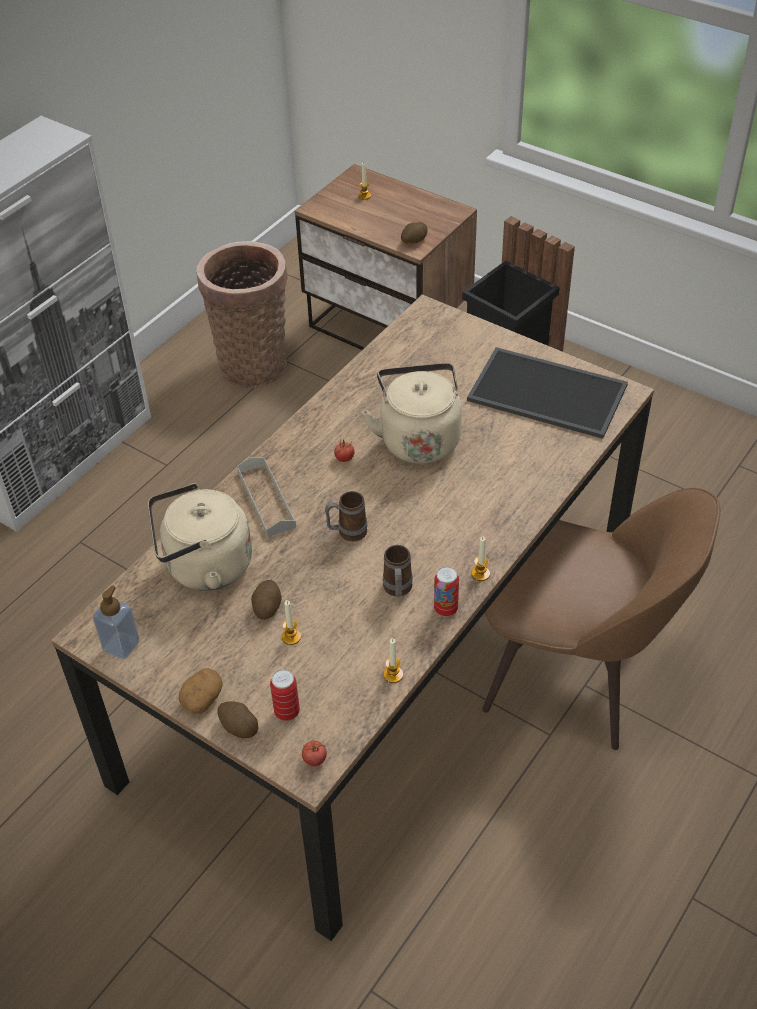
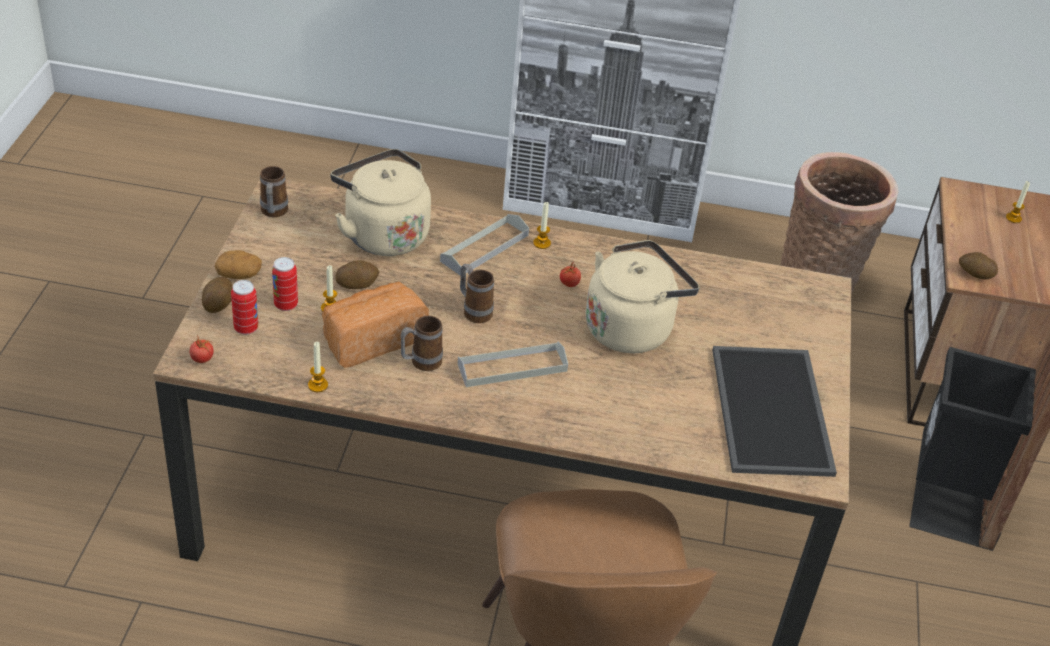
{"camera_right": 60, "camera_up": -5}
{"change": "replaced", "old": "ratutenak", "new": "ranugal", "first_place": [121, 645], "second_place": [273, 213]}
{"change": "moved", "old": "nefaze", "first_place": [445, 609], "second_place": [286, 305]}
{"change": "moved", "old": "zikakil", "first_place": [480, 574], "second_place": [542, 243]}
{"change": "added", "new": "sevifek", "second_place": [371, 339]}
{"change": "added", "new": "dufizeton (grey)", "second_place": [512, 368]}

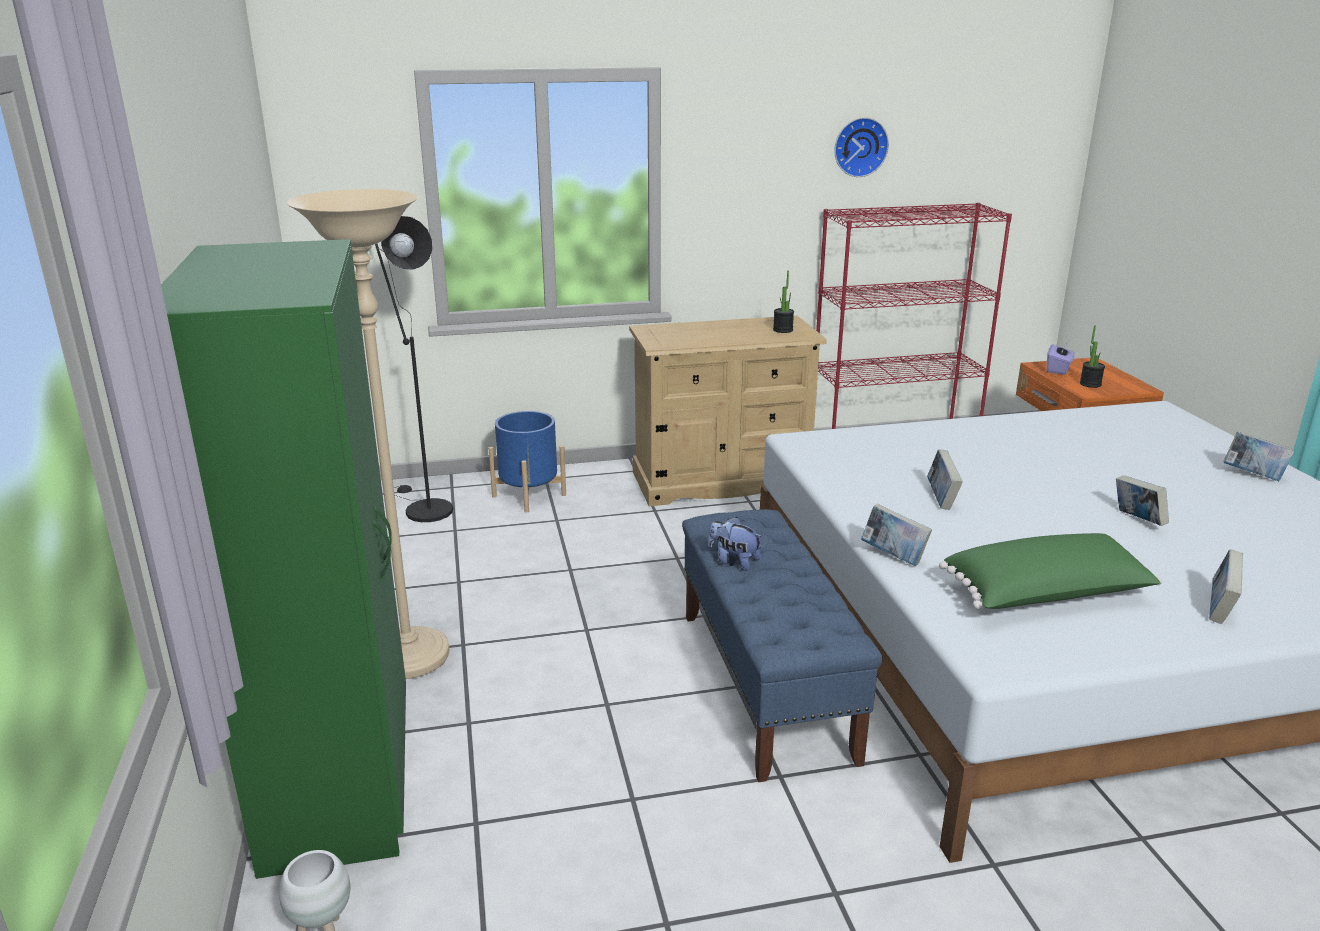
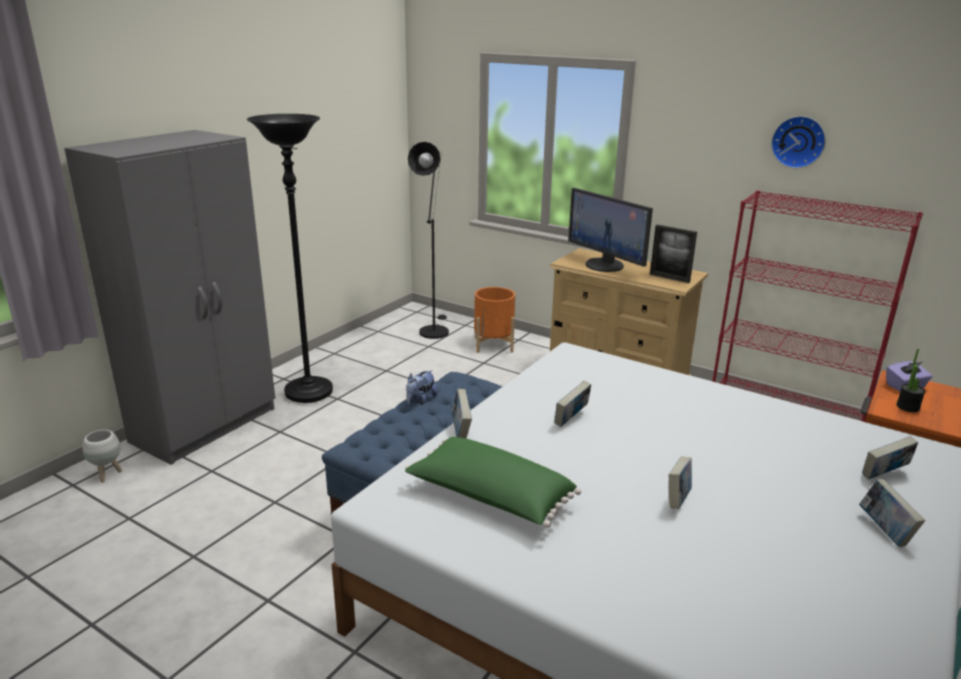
{"camera_right": 45, "camera_up": 0}
{"change": "recoloured", "old": "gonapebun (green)", "new": "gonapebun (grey)", "first_place": [342, 778], "second_place": [206, 425]}
{"change": "recoloured", "old": "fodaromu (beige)", "new": "fodaromu (black)", "first_place": [409, 657], "second_place": [309, 392]}
{"change": "recoloured", "old": "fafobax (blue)", "new": "fafobax (orange)", "first_place": [529, 495], "second_place": [493, 344]}
{"change": "turned", "old": "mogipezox", "first_place": [733, 561], "second_place": [420, 400], "degrees": -135}
{"change": "replaced", "old": "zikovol", "new": "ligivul", "first_place": [783, 330], "second_place": [669, 278]}
{"change": "moved", "old": "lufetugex", "first_place": [1219, 609], "second_place": [884, 475]}
{"change": "added", "new": "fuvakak", "second_place": [605, 265]}

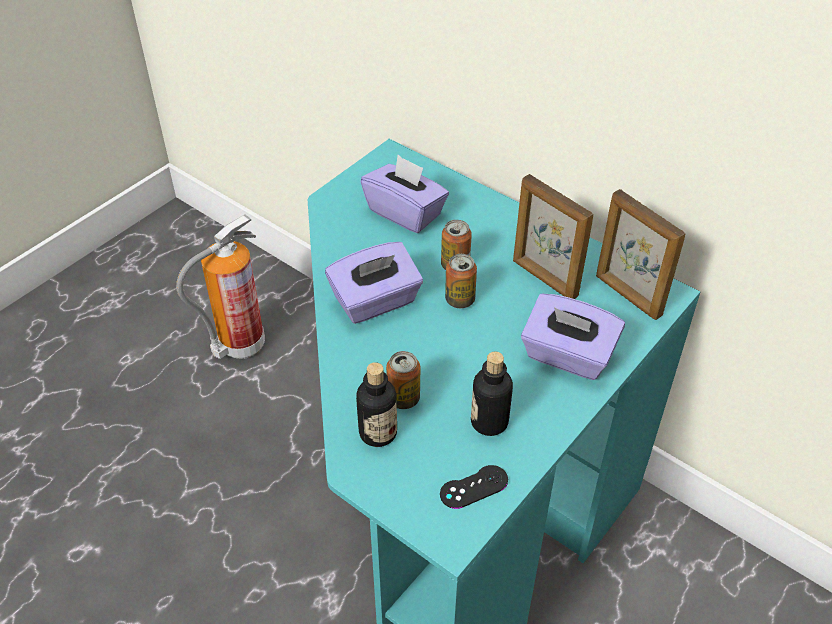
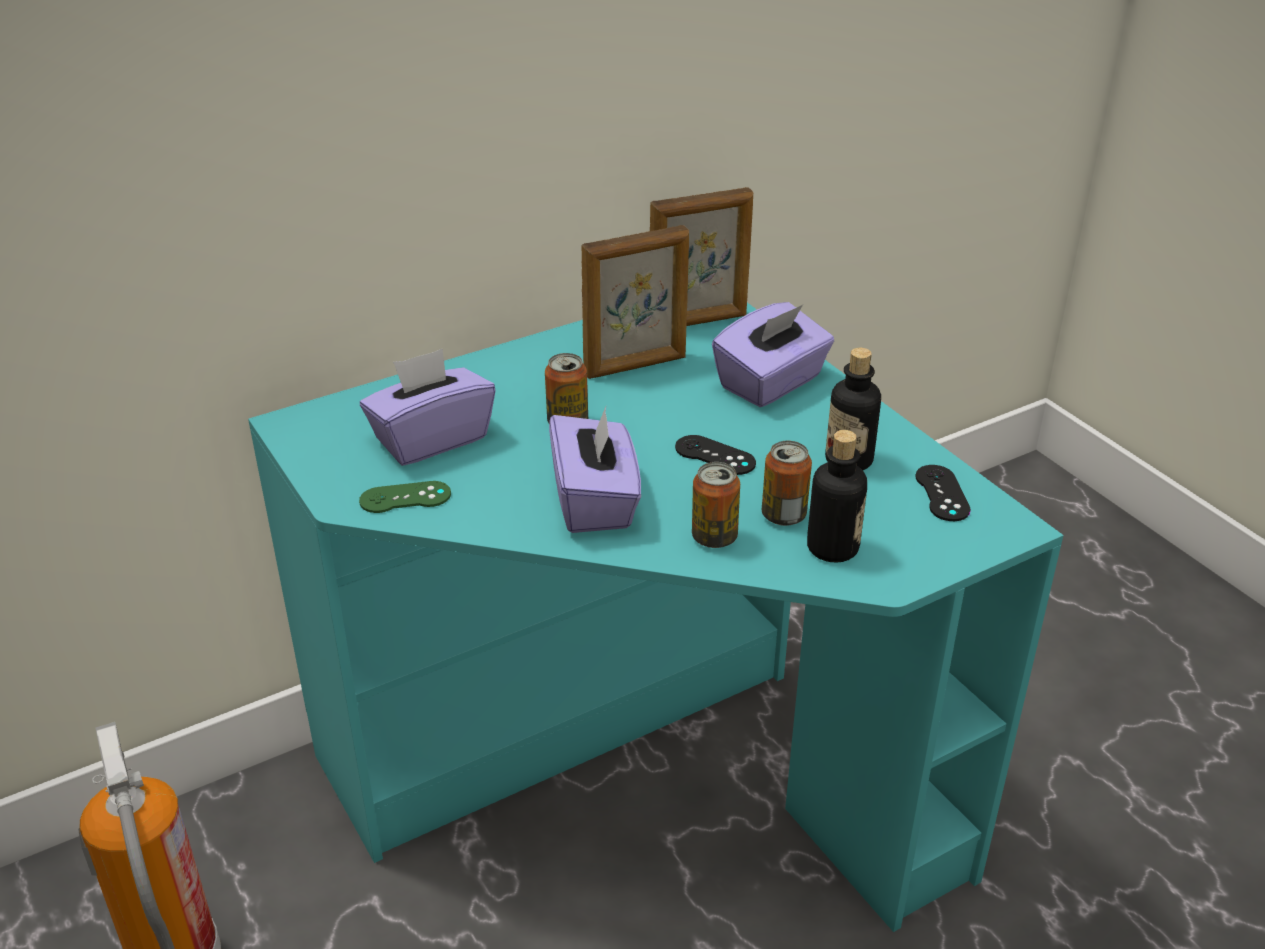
{"camera_right": -70, "camera_up": -10}
{"change": "moved", "old": "nefaze", "first_place": [460, 300], "second_place": [714, 537]}
{"change": "added", "new": "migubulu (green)", "second_place": [405, 498]}
{"change": "added", "new": "migubulu (black)", "second_place": [715, 455]}

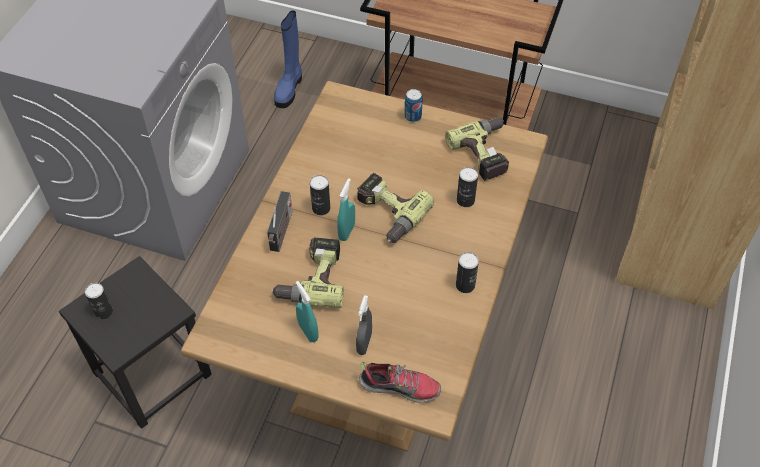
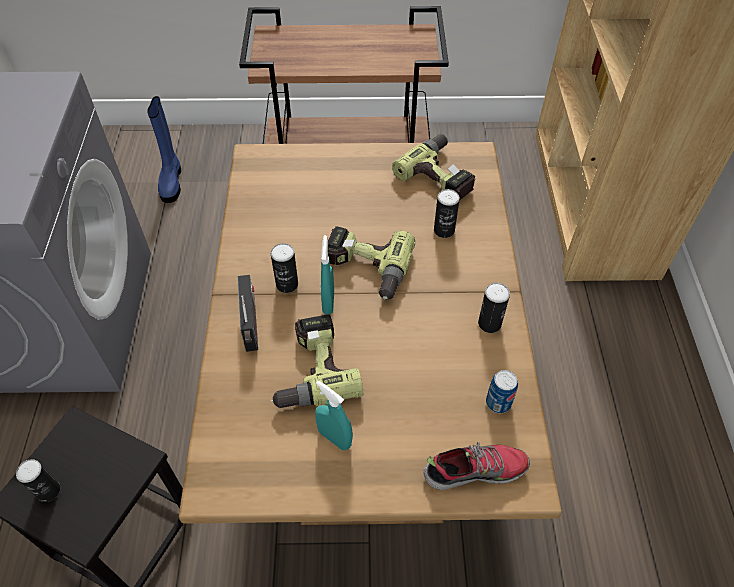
{"camera_right": -20, "camera_up": 0}
{"change": "removed", "old": "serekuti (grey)", "first_place": [364, 343]}
{"change": "moved", "old": "nefaze", "first_place": [413, 116], "second_place": [498, 402]}

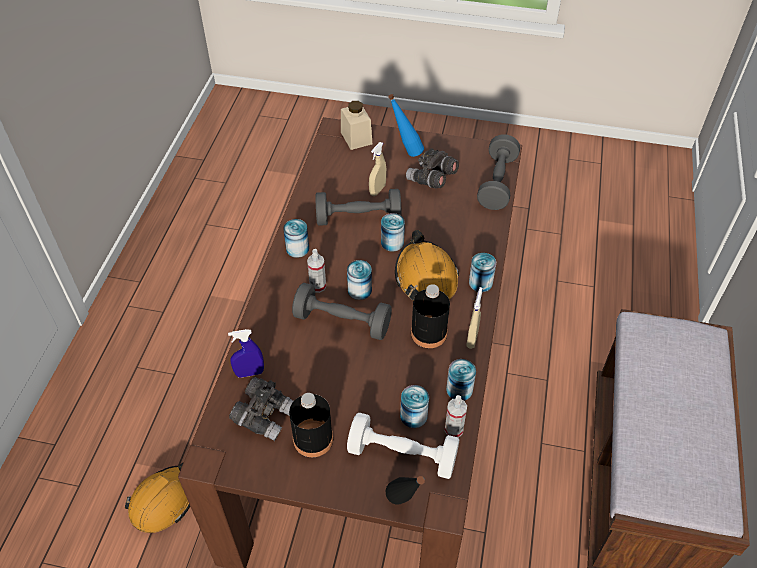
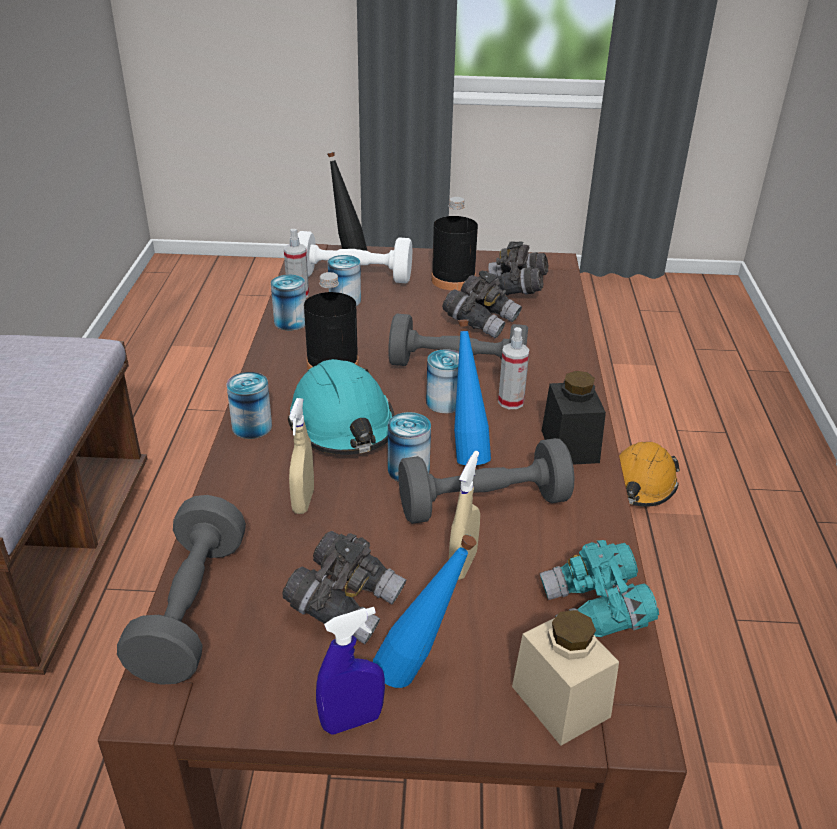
{"camera_right": 170, "camera_up": -15}
{"change": "moved", "old": "serekuti (blue)", "first_place": [249, 373], "second_place": [352, 721]}
{"change": "replaced", "old": "nefaze", "new": "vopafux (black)", "first_place": [297, 248], "second_place": [569, 446]}
{"change": "recoloured", "old": "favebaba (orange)", "new": "favebaba (turquoise)", "first_place": [425, 277], "second_place": [343, 426]}
{"change": "moved", "old": "serekuti (beige)", "first_place": [472, 339], "second_place": [303, 501]}
{"change": "added", "new": "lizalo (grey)", "second_place": [481, 321]}
{"change": "added", "new": "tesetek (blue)", "second_place": [467, 452]}
{"change": "added", "new": "lizalo (turquoise)", "second_place": [595, 612]}

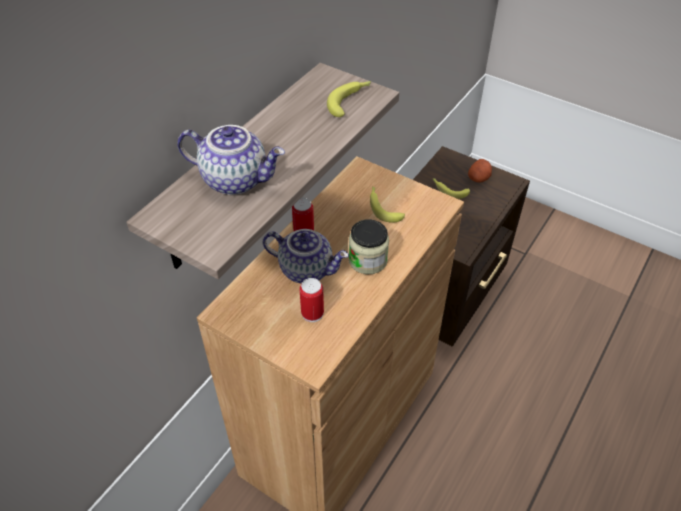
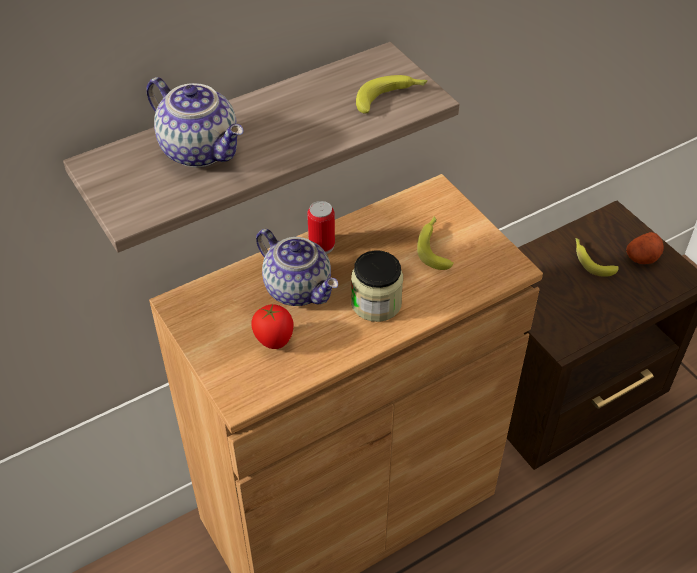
{"camera_right": 25, "camera_up": 0}
{"change": "replaced", "old": "nefaze", "new": "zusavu", "first_place": [312, 313], "second_place": [274, 341]}

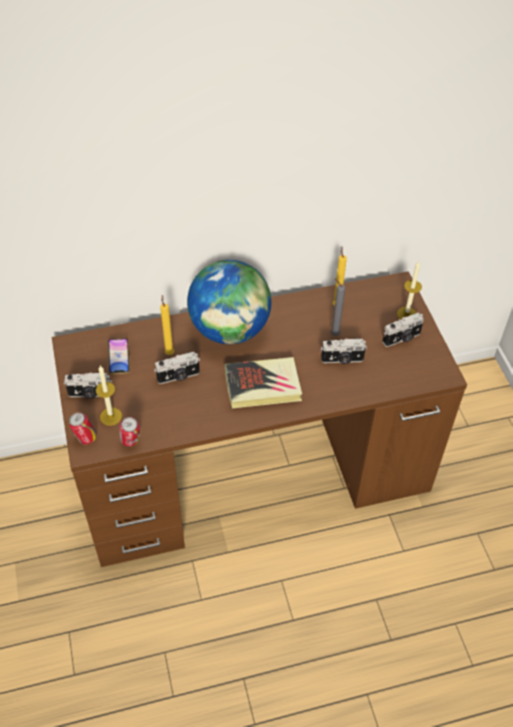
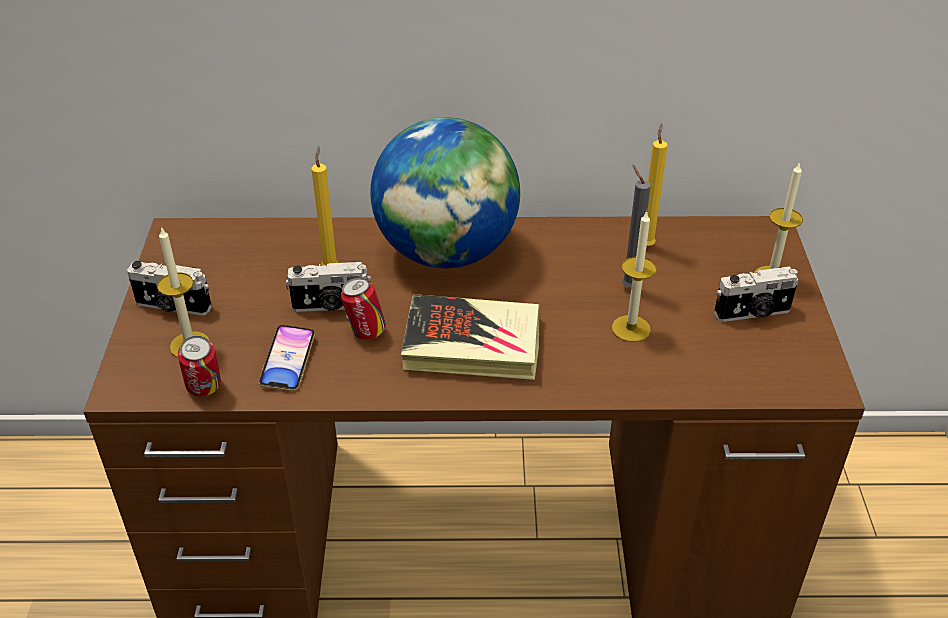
{"camera_right": 15, "camera_up": -10}
{"change": "moved", "old": "nefaze", "first_place": [85, 438], "second_place": [365, 332]}
{"change": "moved", "old": "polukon", "first_place": [119, 358], "second_place": [288, 362]}
{"change": "replaced", "old": "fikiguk", "new": "zikakil", "first_place": [342, 360], "second_place": [631, 328]}

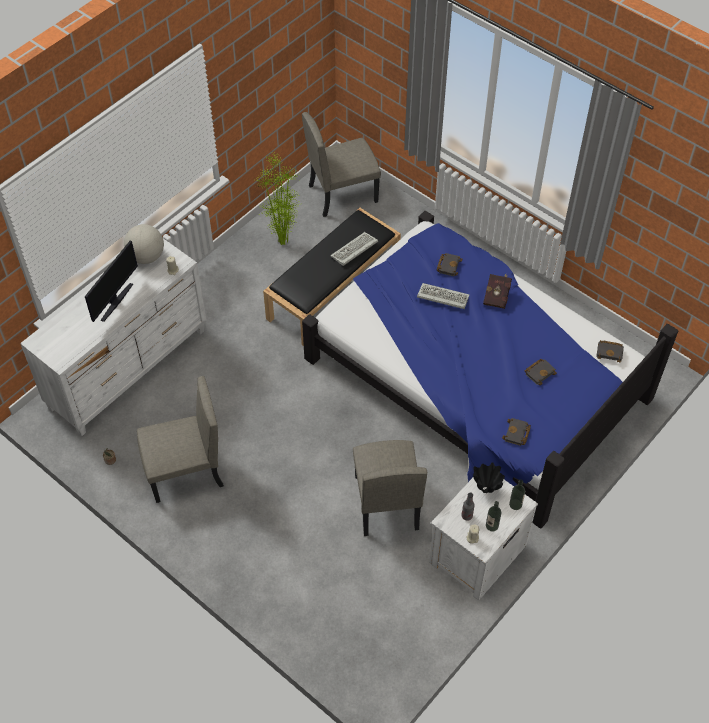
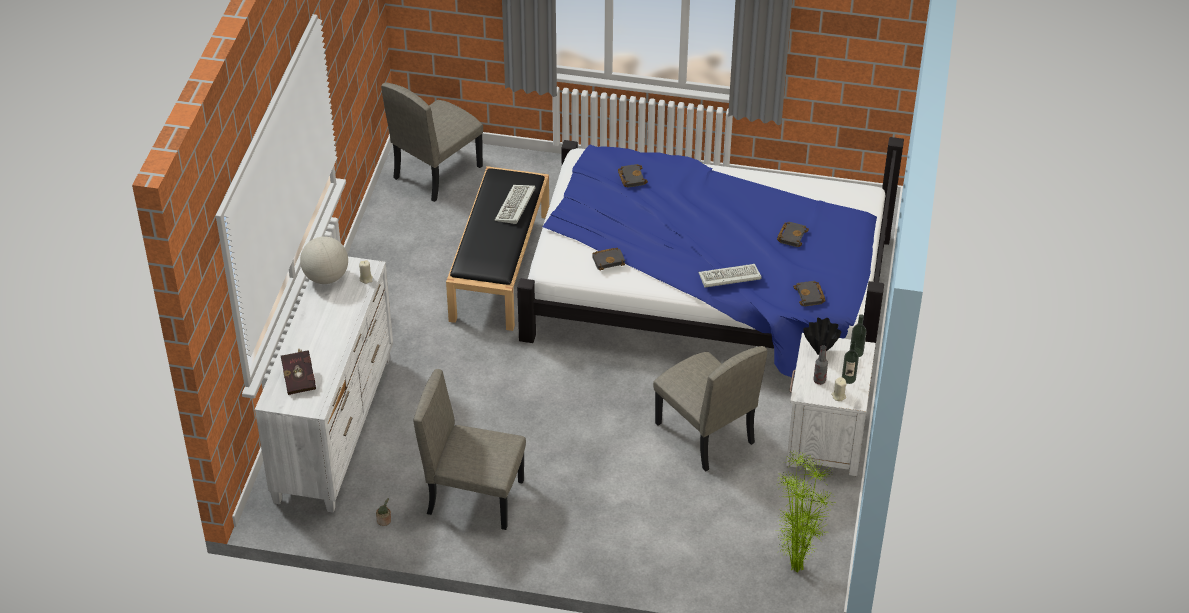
{"camera_right": -30, "camera_up": -10}
{"change": "removed", "old": "fuvakak", "first_place": [115, 301]}
{"change": "turned", "old": "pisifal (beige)", "first_place": [185, 472], "second_place": [475, 496], "degrees": -120}
{"change": "moved", "old": "zikovol", "first_place": [282, 241], "second_place": [794, 567]}
{"change": "moved", "old": "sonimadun", "first_place": [441, 297], "second_place": [728, 278]}
{"change": "moved", "old": "lufetugex (red)", "first_place": [497, 295], "second_place": [299, 379]}
{"change": "moved", "old": "lufetugex (black)", "first_place": [610, 352], "second_place": [609, 260]}

